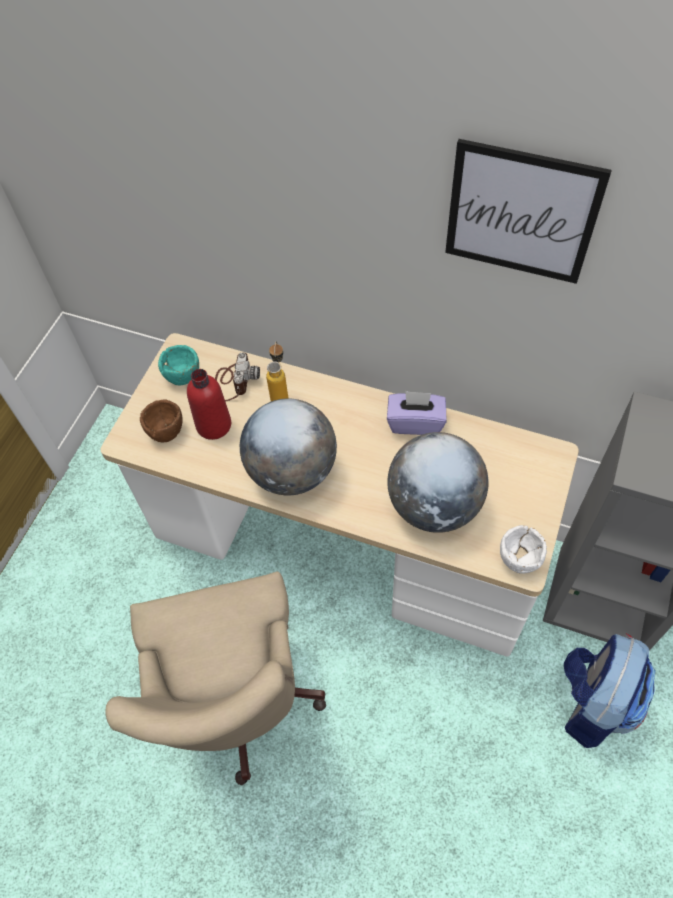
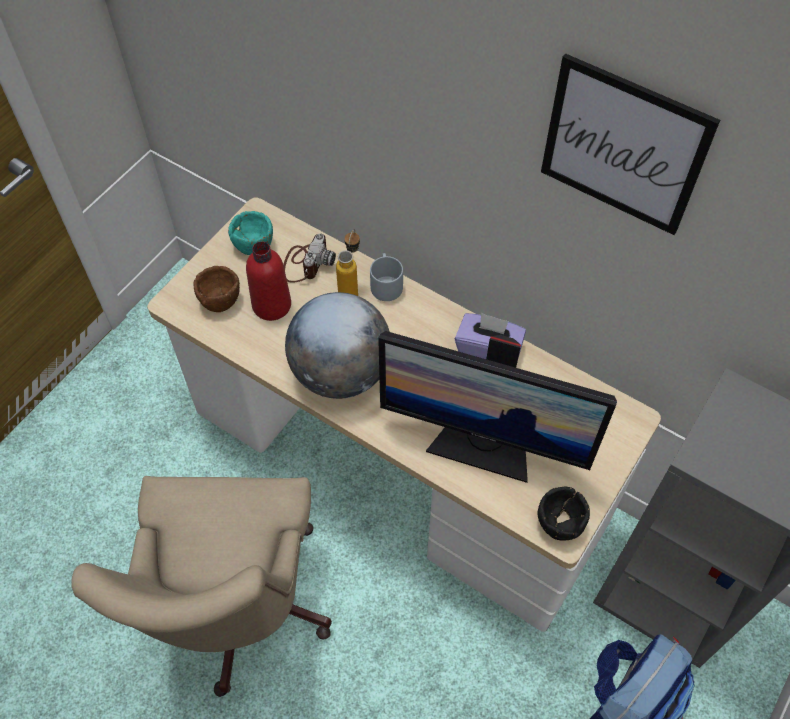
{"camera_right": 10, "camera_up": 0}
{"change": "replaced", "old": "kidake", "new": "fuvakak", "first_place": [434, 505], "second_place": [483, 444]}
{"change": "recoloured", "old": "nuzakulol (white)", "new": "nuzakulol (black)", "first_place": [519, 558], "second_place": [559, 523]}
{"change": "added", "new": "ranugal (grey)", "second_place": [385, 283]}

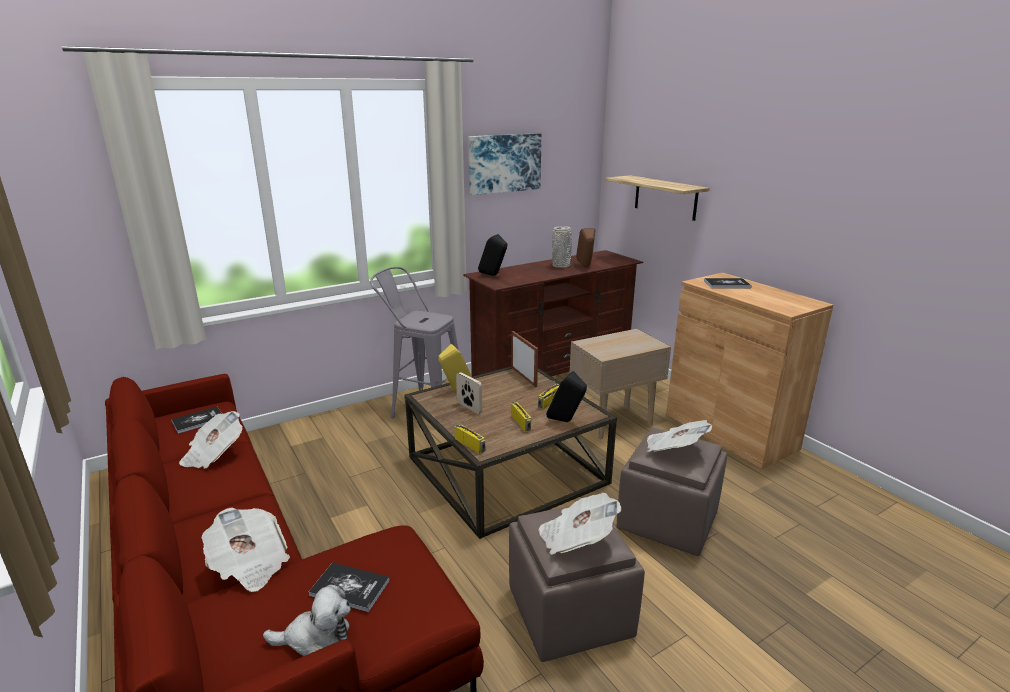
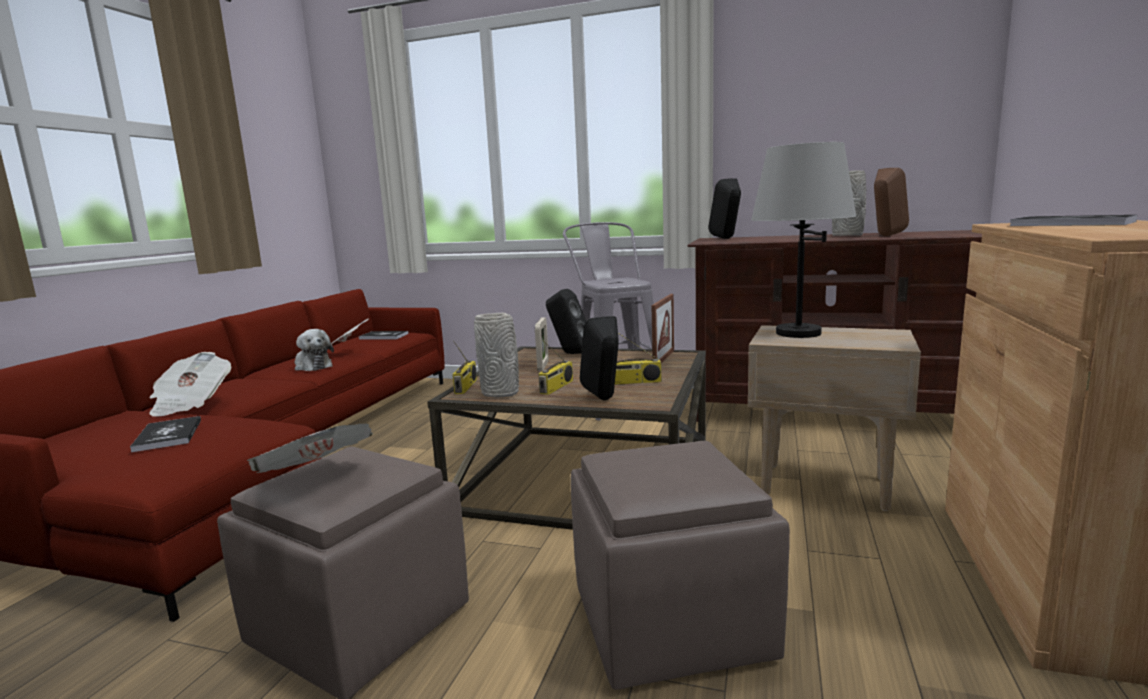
{"camera_right": 50, "camera_up": -10}
{"change": "moved", "old": "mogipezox", "first_place": [316, 638], "second_place": [312, 366]}
{"change": "recoloured", "old": "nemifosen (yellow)", "new": "nemifosen (black)", "first_place": [456, 390], "second_place": [569, 353]}
{"change": "removed", "old": "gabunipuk", "first_place": [504, 163]}
{"change": "removed", "old": "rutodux", "first_place": [665, 197]}
{"change": "removed", "old": "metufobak", "first_place": [674, 450]}
{"change": "added", "new": "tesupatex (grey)", "second_place": [501, 393]}
{"change": "added", "new": "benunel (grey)", "second_place": [797, 333]}

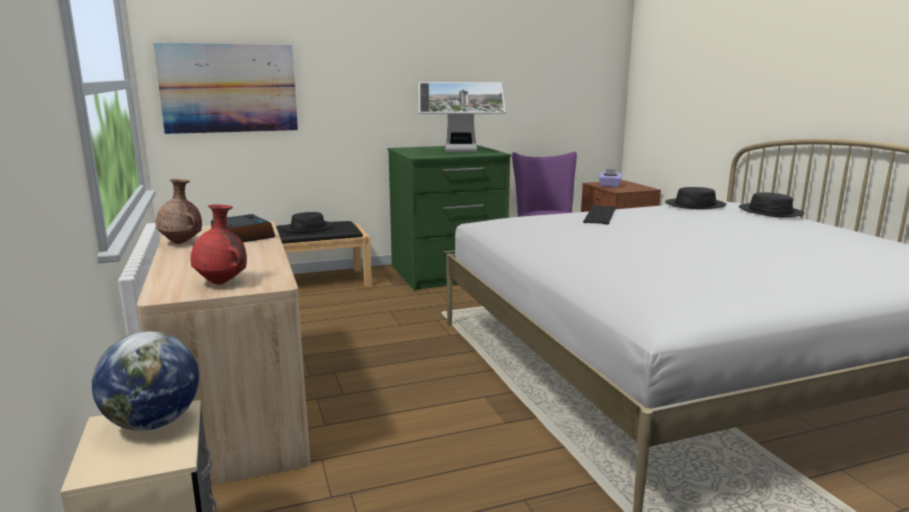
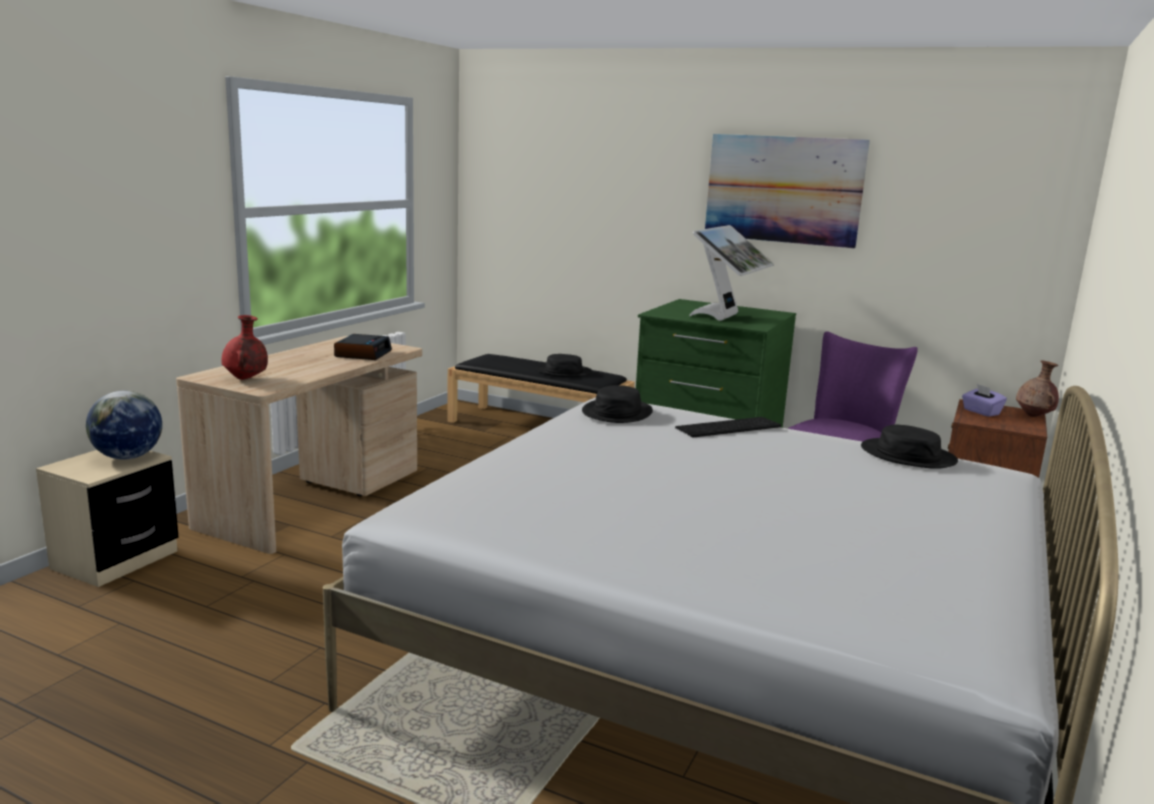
{"camera_right": 45, "camera_up": 0}
{"change": "moved", "old": "gabunipuk", "first_place": [229, 88], "second_place": [783, 189]}
{"change": "moved", "old": "tesupatex (brown)", "first_place": [182, 242], "second_place": [1034, 416]}
{"change": "turned", "old": "fuvakak", "first_place": [461, 152], "second_place": [726, 317], "degrees": -105}
{"change": "moved", "old": "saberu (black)", "first_place": [770, 212], "second_place": [617, 412]}

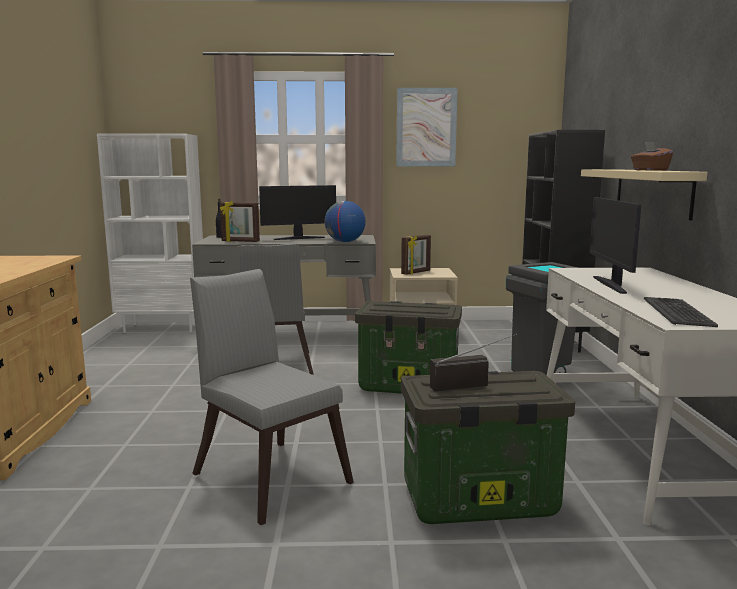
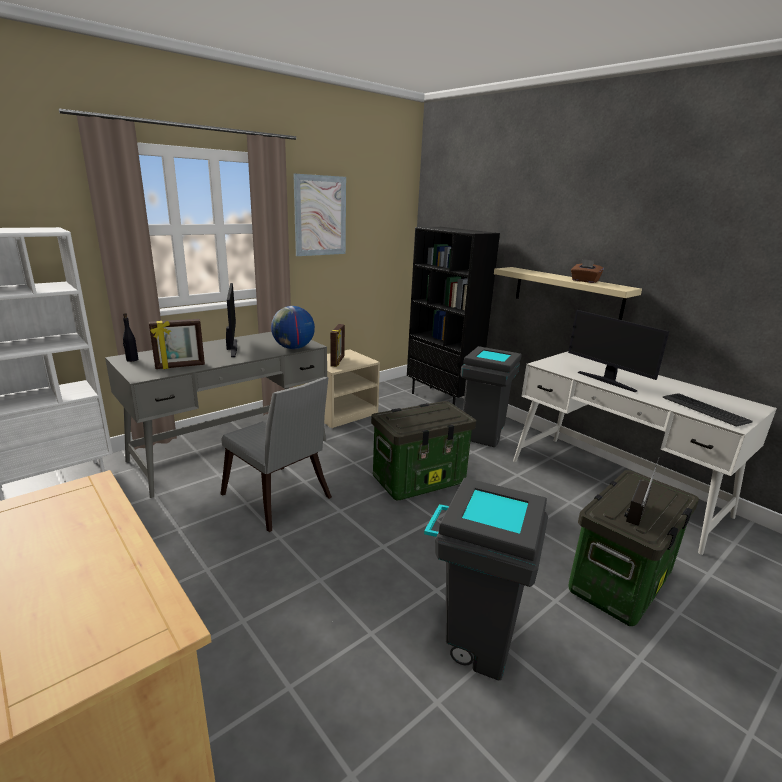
{"camera_right": -40, "camera_up": 10}
{"change": "replaced", "old": "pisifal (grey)", "new": "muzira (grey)", "first_place": [268, 474], "second_place": [472, 642]}
{"change": "turned", "old": "fuvakak", "first_place": [299, 238], "second_place": [232, 348], "degrees": -45}

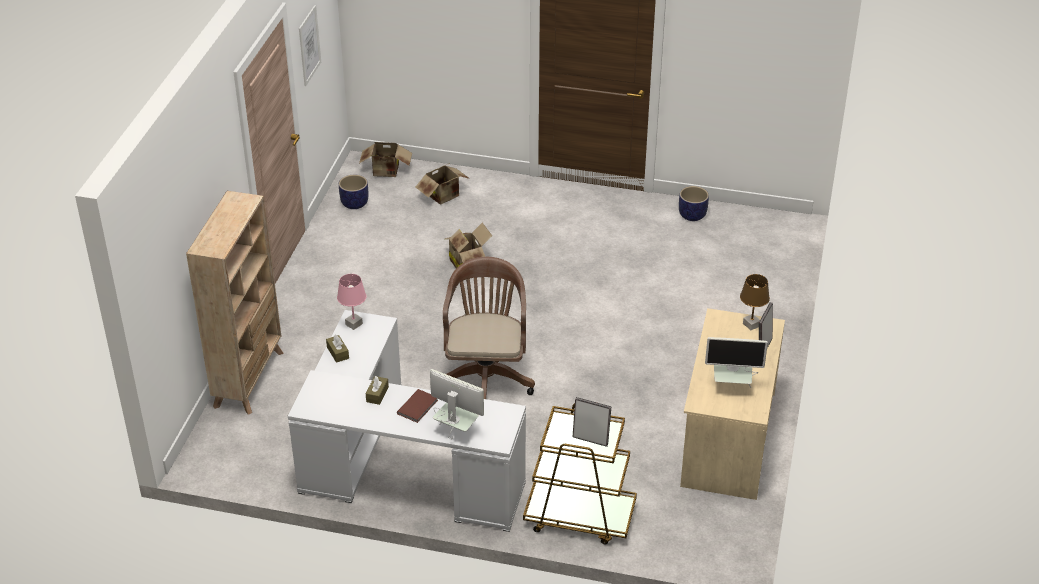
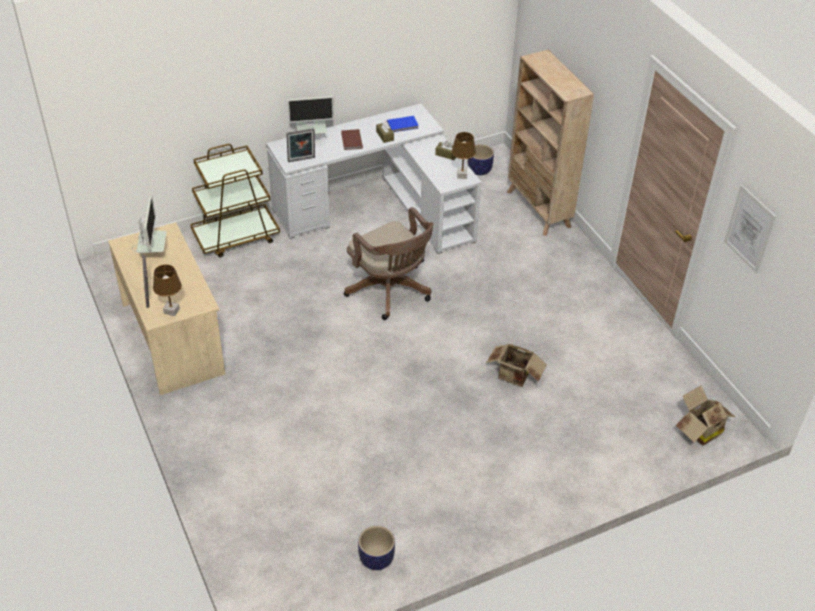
{"camera_right": 140, "camera_up": 5}
{"change": "recoloured", "old": "benunel (pink)", "new": "benunel (brown)", "first_place": [354, 324], "second_place": [461, 175]}
{"change": "moved", "old": "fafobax", "first_place": [354, 203], "second_place": [479, 170]}
{"change": "removed", "old": "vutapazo", "first_place": [445, 196]}
{"change": "moved", "old": "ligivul", "first_place": [591, 439], "second_place": [301, 160]}
{"change": "turned", "old": "fuvakak", "first_place": [731, 386], "second_place": [152, 254], "degrees": 120}
{"change": "added", "new": "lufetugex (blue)", "second_place": [403, 125]}

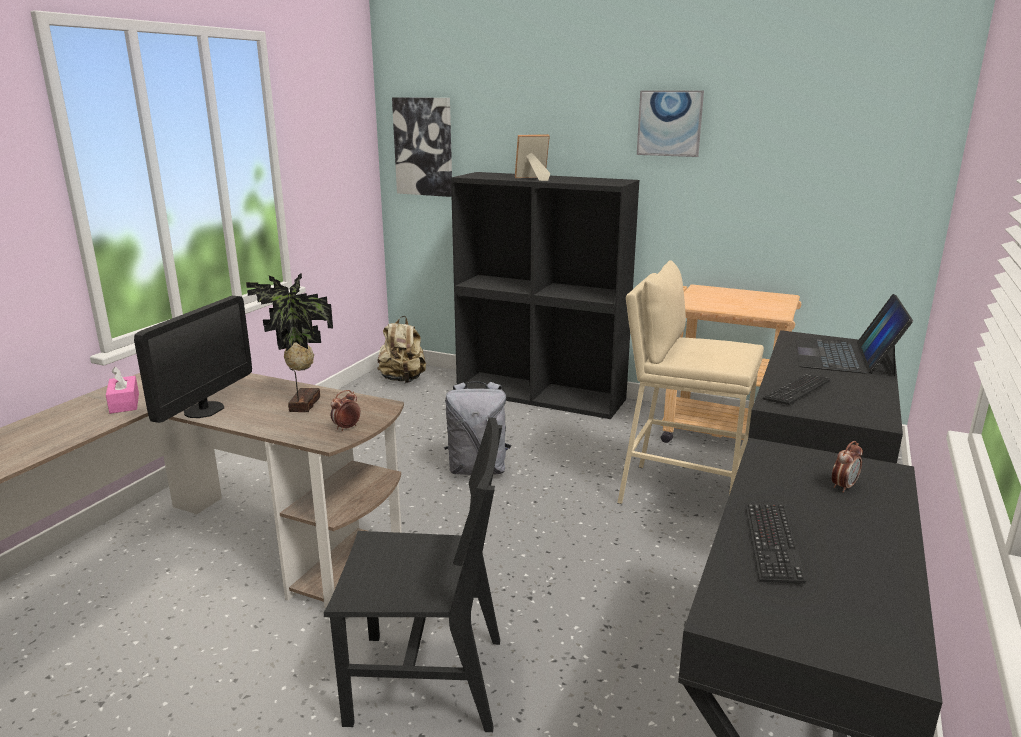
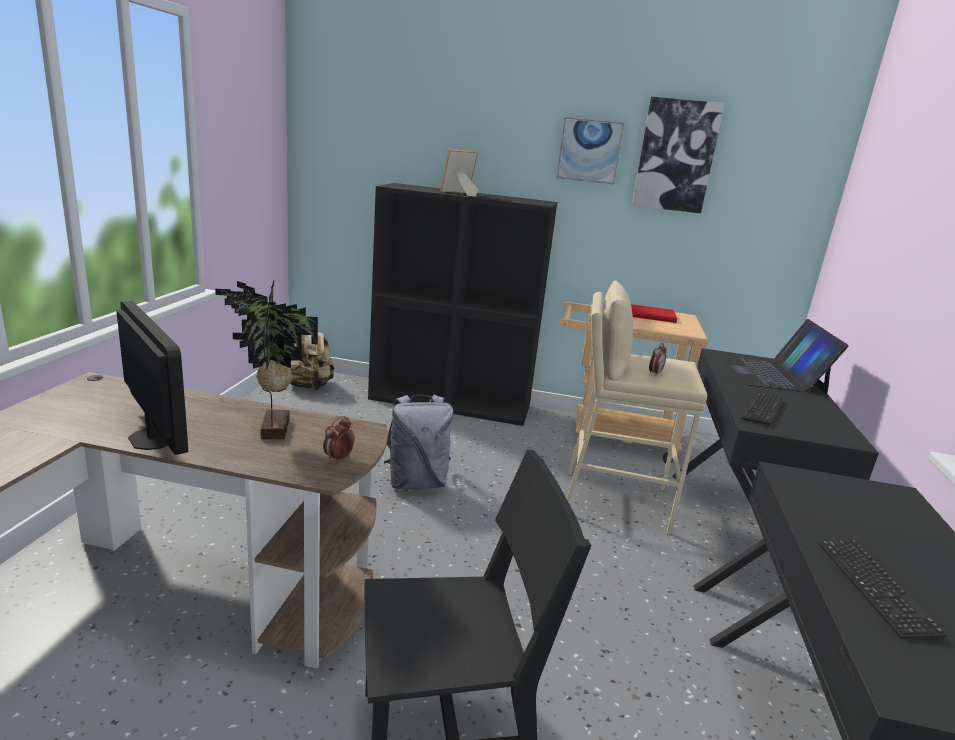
{"camera_right": -15, "camera_up": 0}
{"change": "removed", "old": "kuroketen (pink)", "first_place": [124, 403]}
{"change": "turned", "old": "fuvakak", "first_place": [204, 410], "second_place": [152, 438], "degrees": -45}
{"change": "moved", "old": "gabunipuk", "first_place": [424, 147], "second_place": [675, 156]}
{"change": "moved", "old": "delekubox", "first_place": [843, 487], "second_place": [655, 373]}
{"change": "added", "new": "lufetugex (red)", "second_place": [650, 315]}

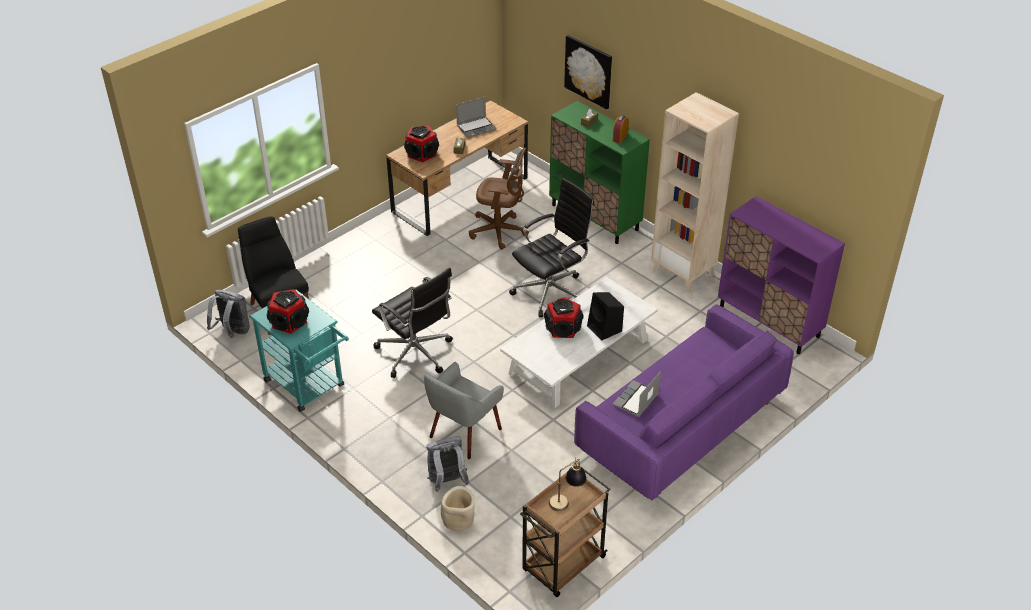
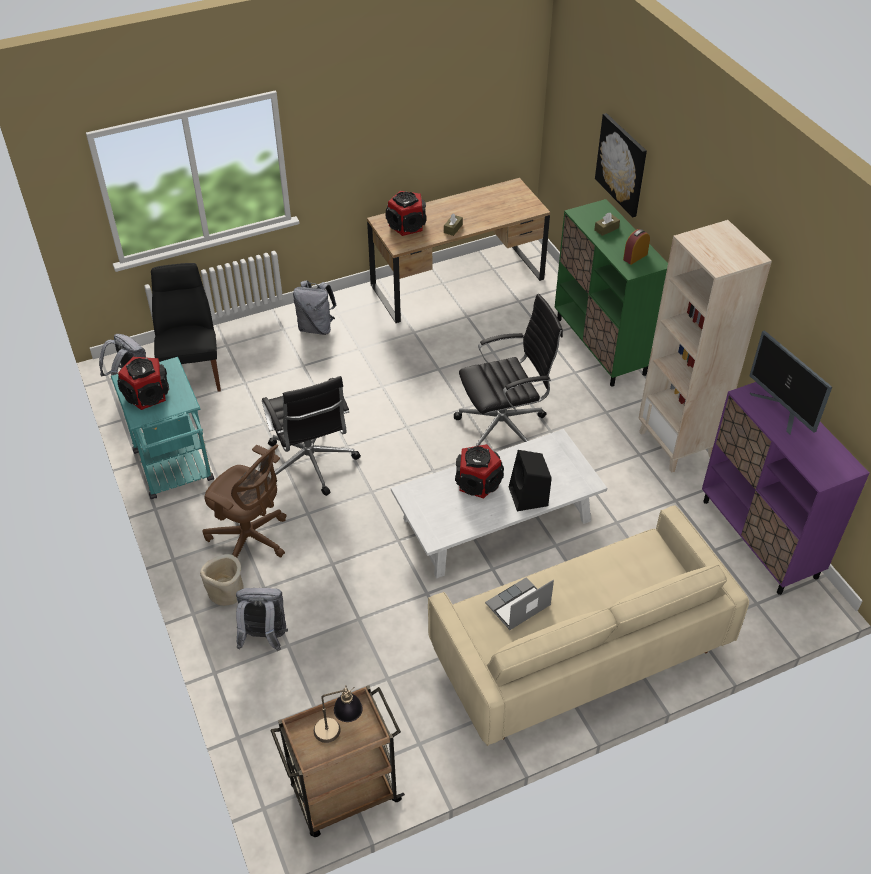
{"camera_right": 20, "camera_up": 5}
{"change": "removed", "old": "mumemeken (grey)", "first_place": [464, 433]}
{"change": "moved", "old": "fafobax (beige)", "first_place": [458, 520], "second_place": [226, 593]}
{"change": "removed", "old": "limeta", "first_place": [476, 127]}
{"change": "moved", "old": "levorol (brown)", "first_place": [500, 231], "second_place": [251, 539]}
{"change": "recoloured", "old": "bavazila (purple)", "new": "bavazila (beige)", "first_place": [680, 426], "second_place": [579, 650]}
{"change": "added", "new": "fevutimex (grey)", "second_place": [316, 327]}
{"change": "added", "new": "fuvakak", "second_place": [781, 411]}

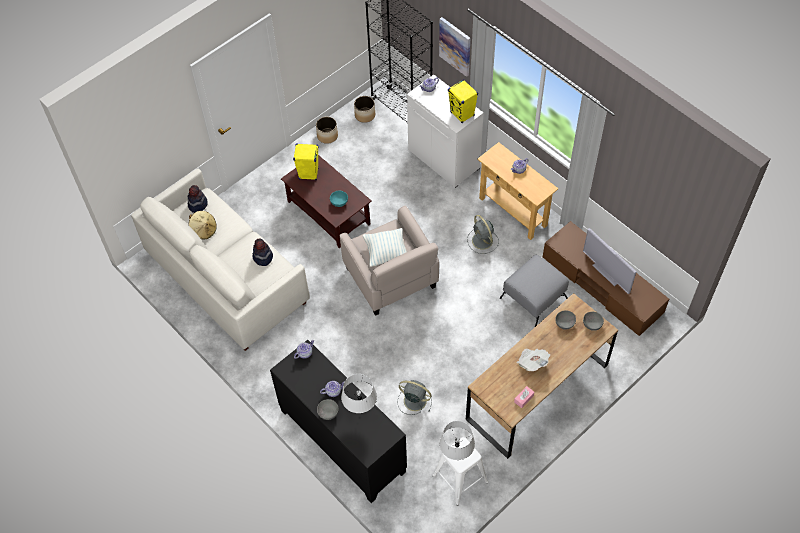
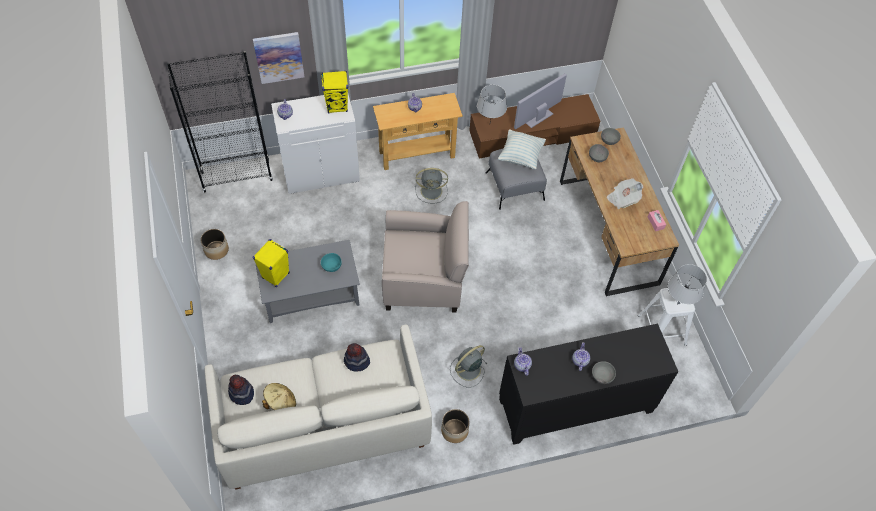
{"camera_right": -65, "camera_up": 0}
{"change": "recoloured", "old": "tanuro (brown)", "new": "tanuro (grey)", "first_place": [328, 212], "second_place": [310, 294]}
{"change": "moved", "old": "benunel (grey)", "first_place": [360, 411], "second_place": [489, 125]}
{"change": "moved", "old": "fafobax", "first_place": [364, 115], "second_place": [454, 431]}
{"change": "moved", "old": "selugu", "first_place": [386, 253], "second_place": [520, 156]}
{"change": "moved", "old": "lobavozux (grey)", "first_place": [414, 400], "second_place": [467, 370]}
{"change": "turned", "old": "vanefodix", "first_place": [607, 272], "second_place": [538, 117], "degrees": 150}

